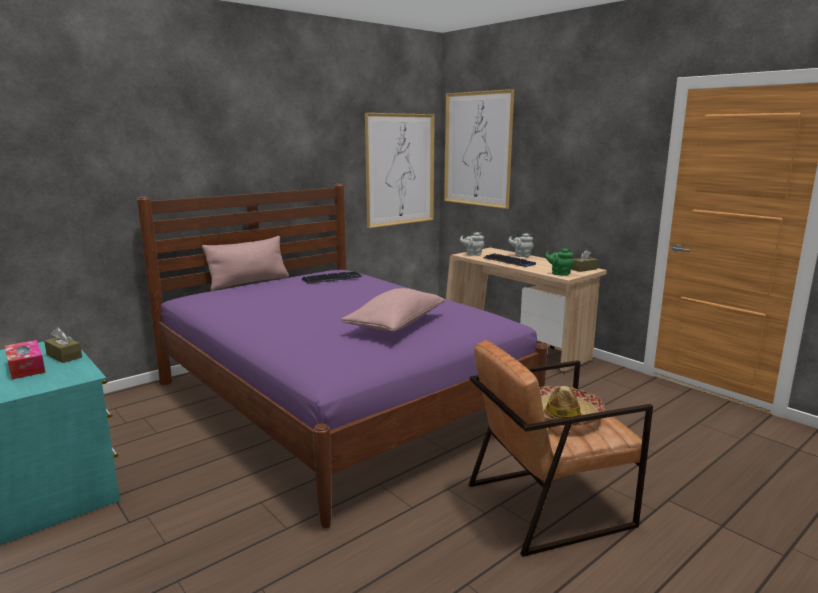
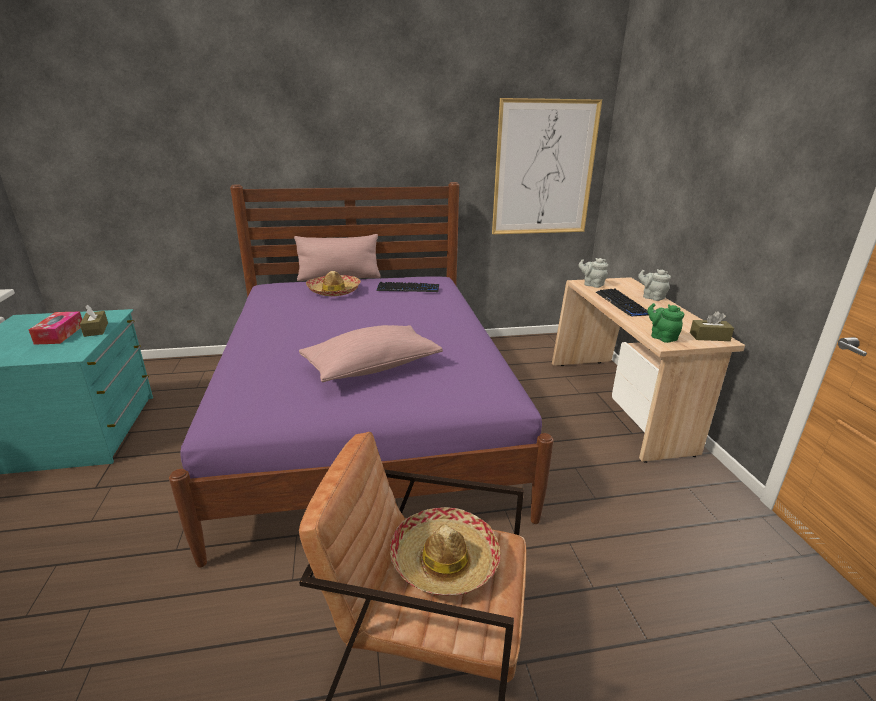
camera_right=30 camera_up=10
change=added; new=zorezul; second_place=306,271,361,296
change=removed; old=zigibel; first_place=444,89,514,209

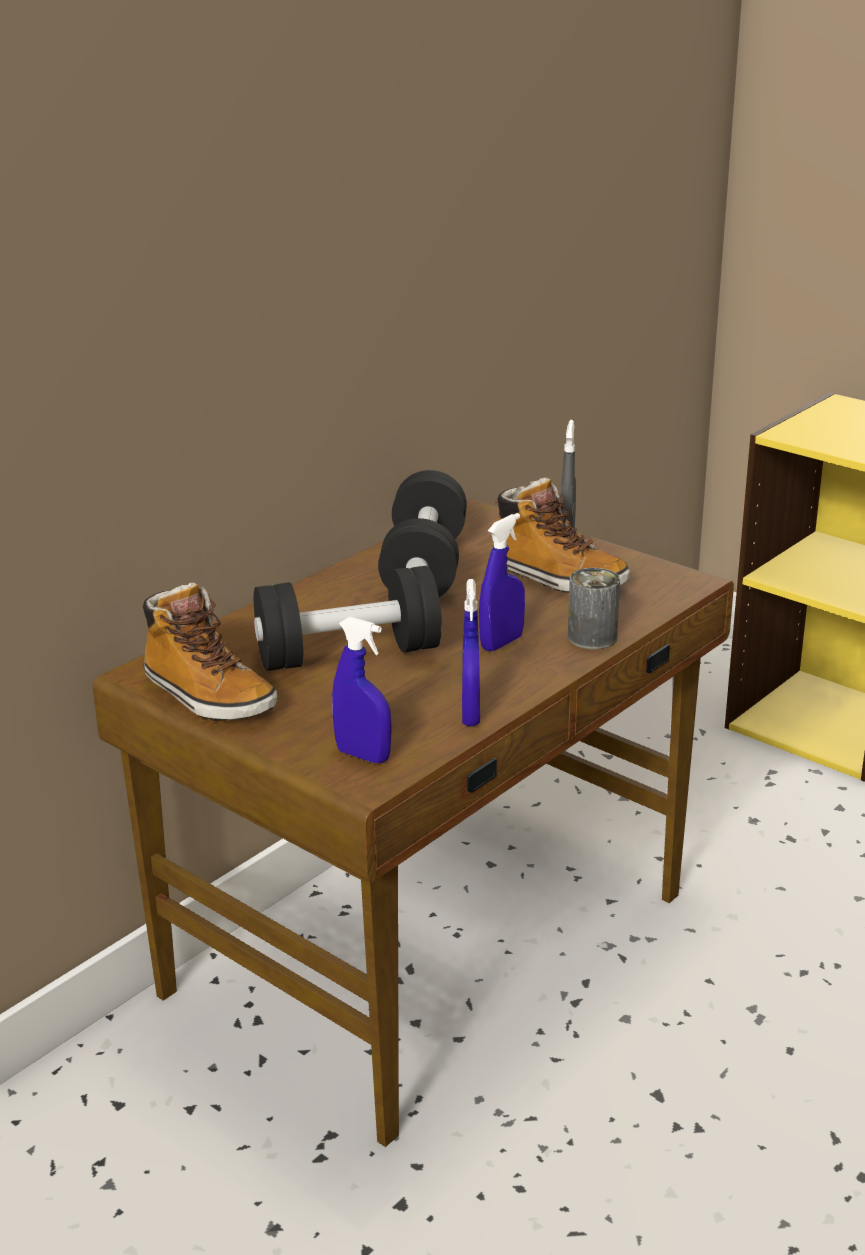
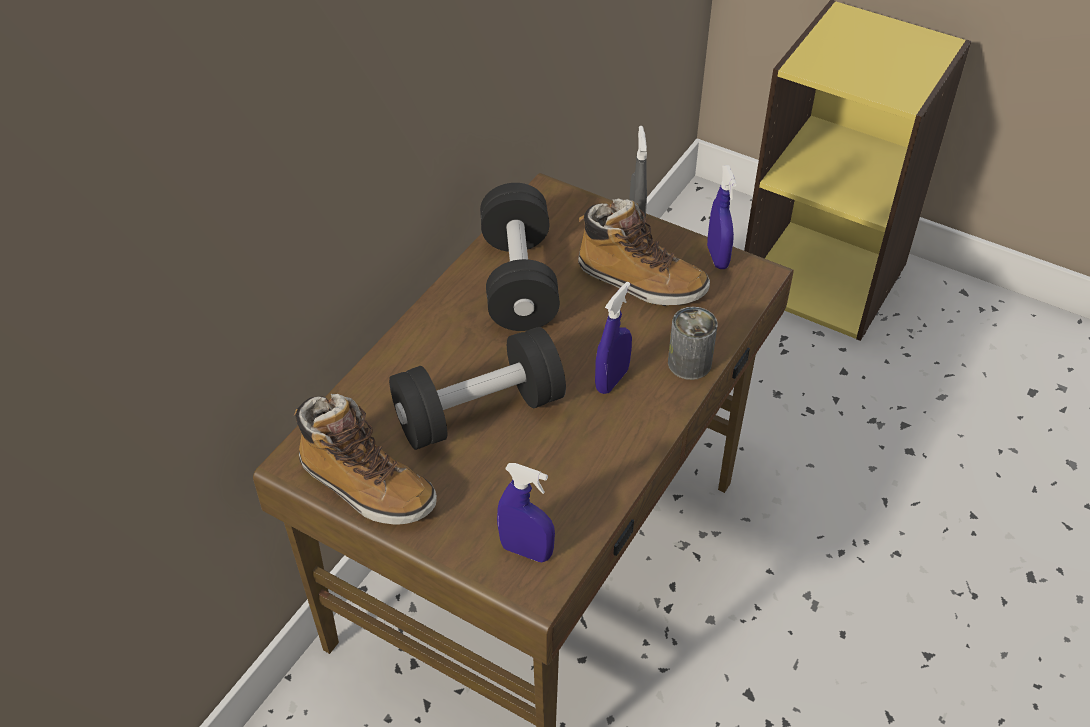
camera_right=-10 camera_up=20
change=moved; old=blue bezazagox; first_place=462,579,480,726; second_place=707,165,737,269

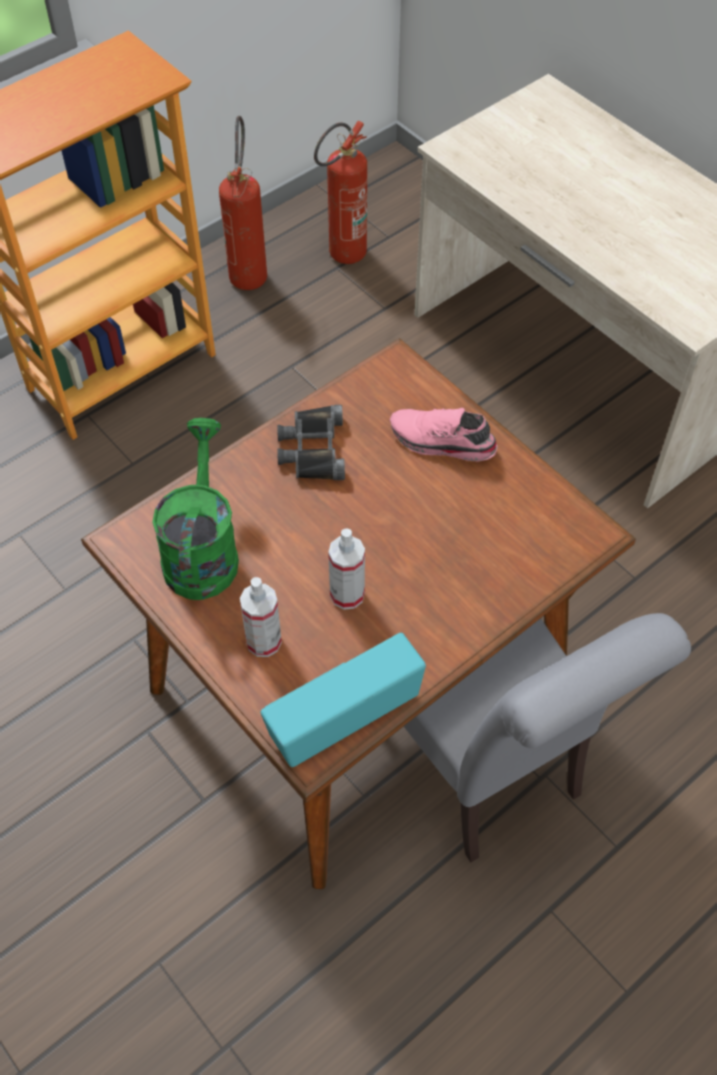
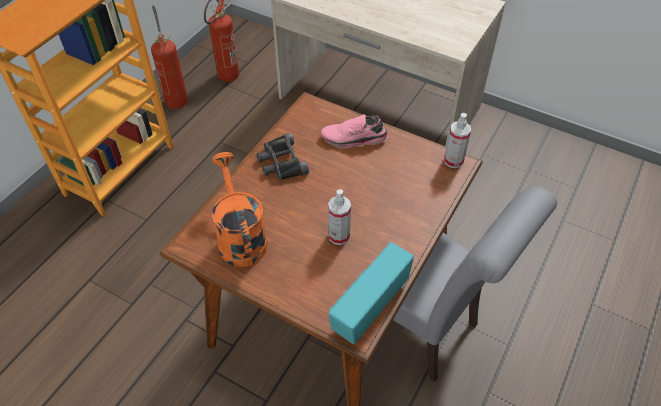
camera_right=-20 camera_up=-5
change=recoloured; old=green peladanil; new=orange peladanil; first_place=152,418,239,600; second_place=212,152,268,267
change=moved; old=bezazagox; first_place=240,577,282,657; second_place=444,113,471,168

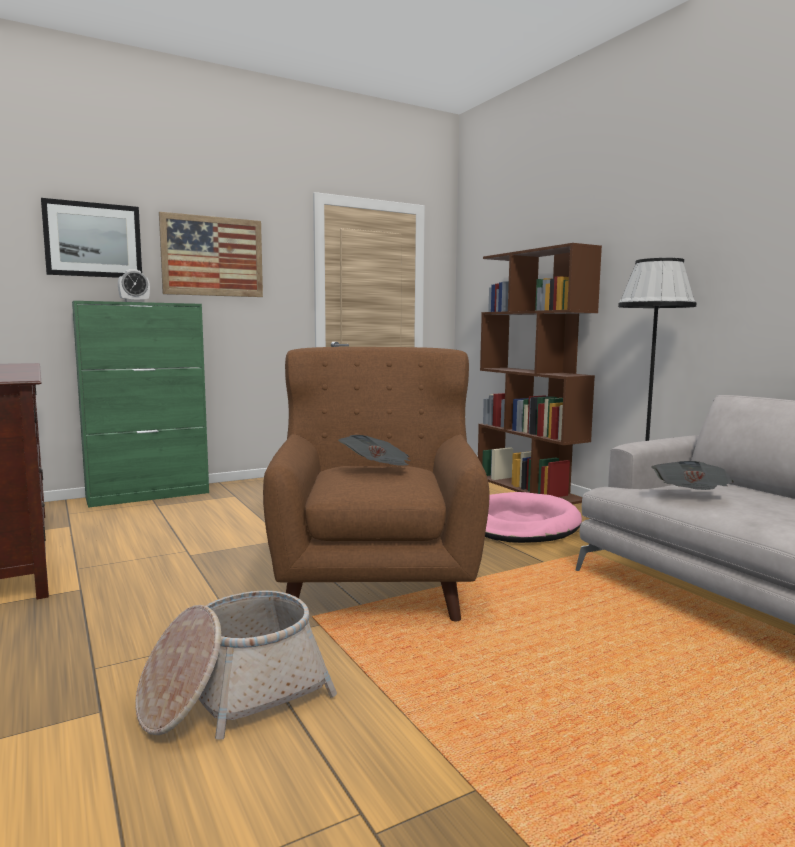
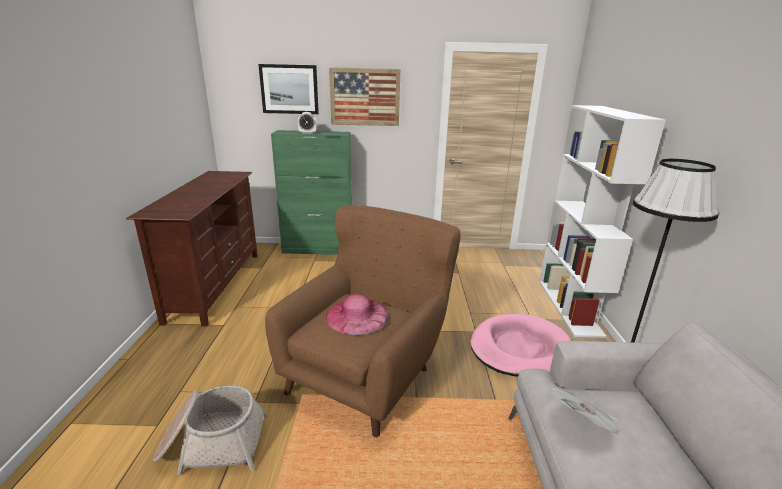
camera_right=30 camera_up=15
change=replaced; old=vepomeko; new=pink zorezul; first_place=339,435,410,466; second_place=326,294,389,335
change=recoloured; old=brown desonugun; new=white desonugun; first_place=478,243,602,504; second_place=539,105,666,338

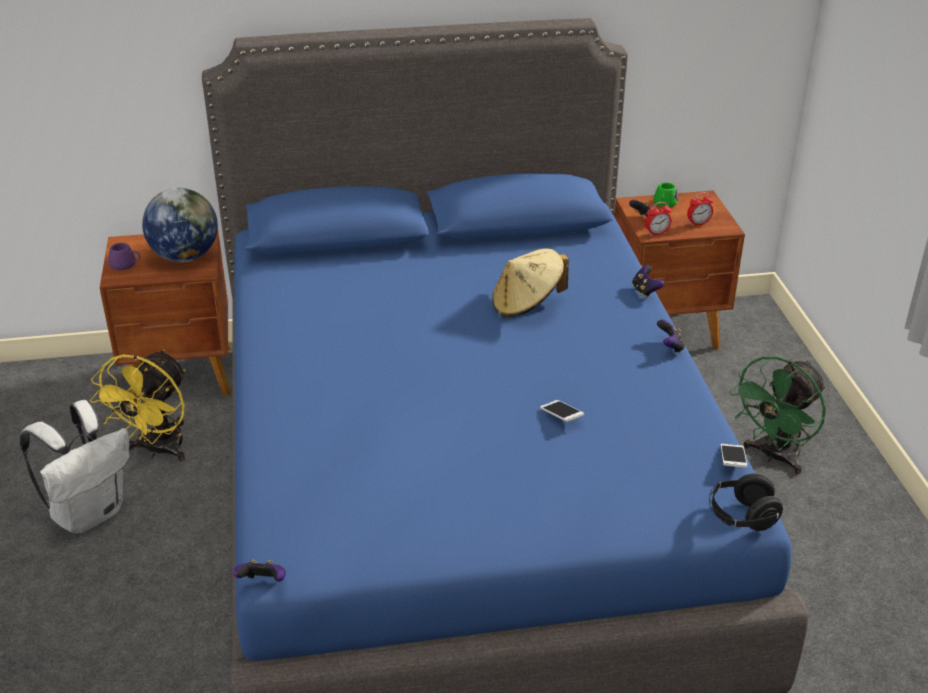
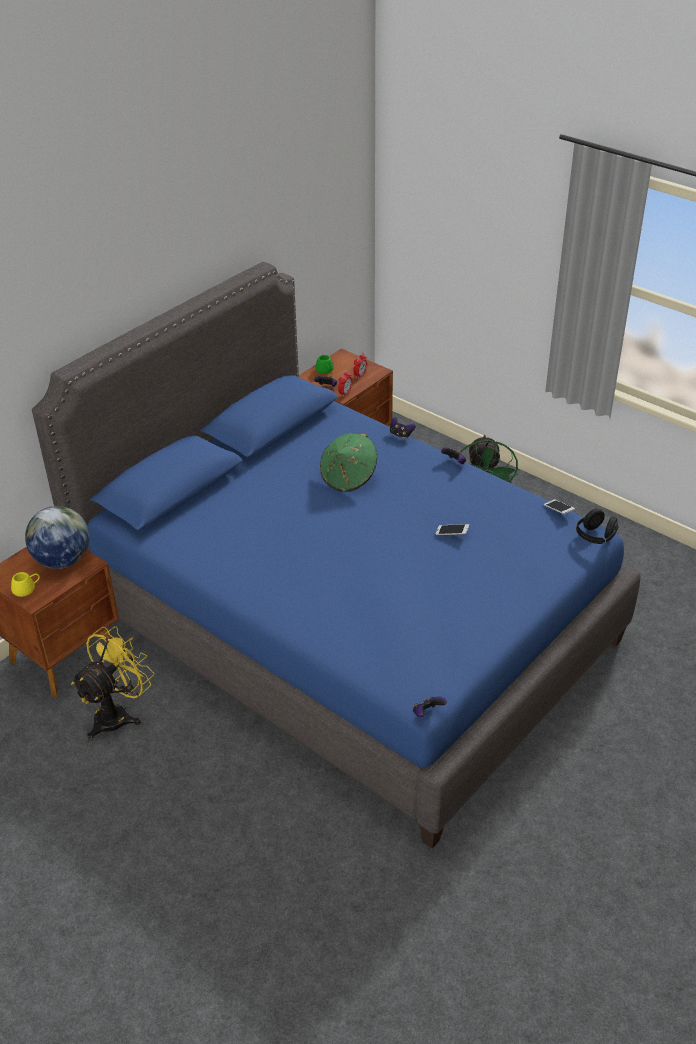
camera_right=-40 camera_up=5
change=recoloured; old=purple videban; new=yellow videban; first_place=108,243,140,270; second_place=11,572,40,597
change=turned; old=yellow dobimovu; first_place=90,349,186,461; second_place=71,626,154,740; degrees=-120
change=recoloured; old=beige zorezul; new=green zorezul; first_place=492,248,569,318; second_place=320,433,377,492
change=removed; old=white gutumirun; first_place=20,400,129,533

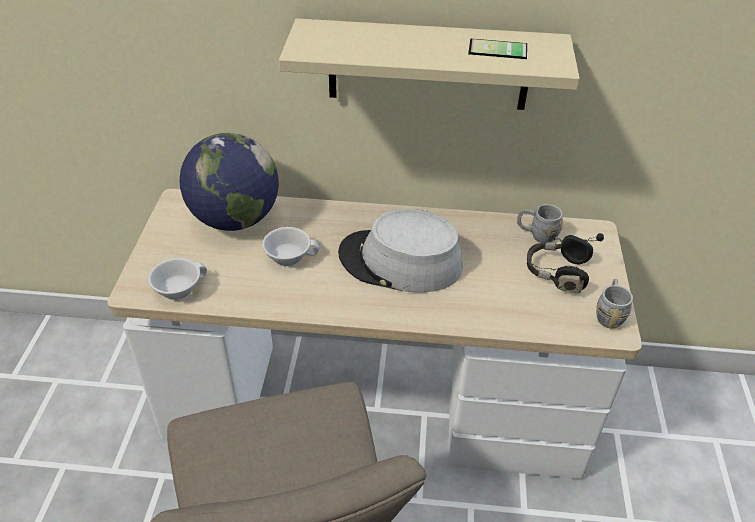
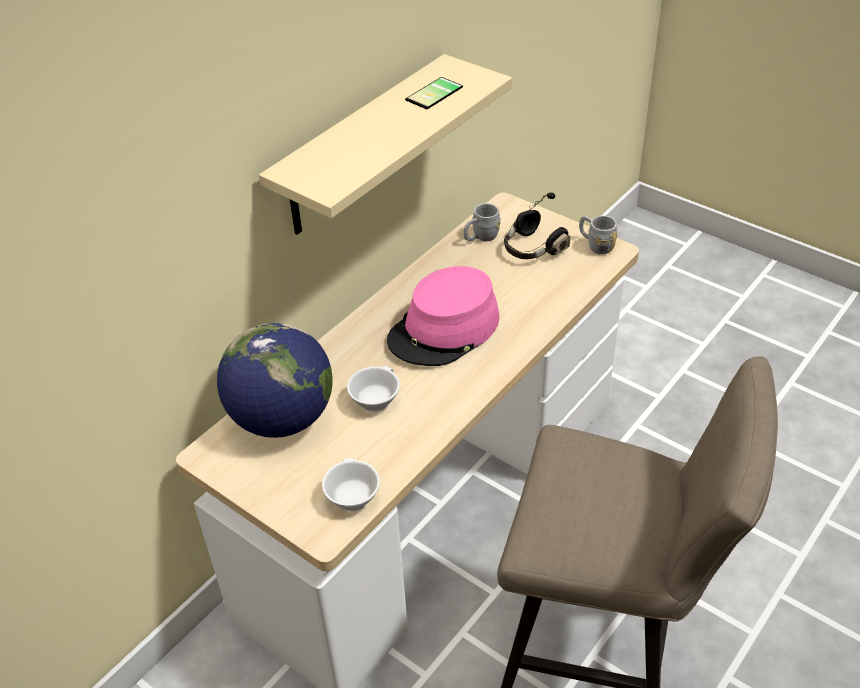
camera_right=-55 camera_up=0
change=recoloured; old=grey zorezul; new=pink zorezul; first_place=338,209,462,293; second_place=387,266,499,366

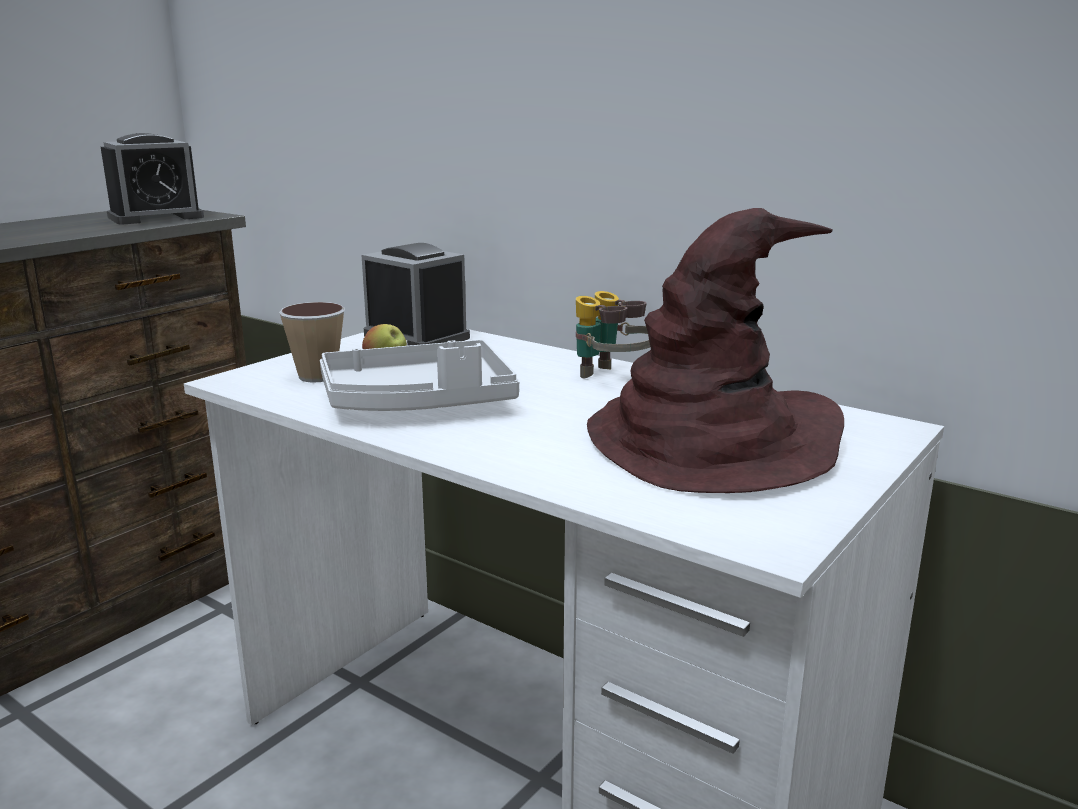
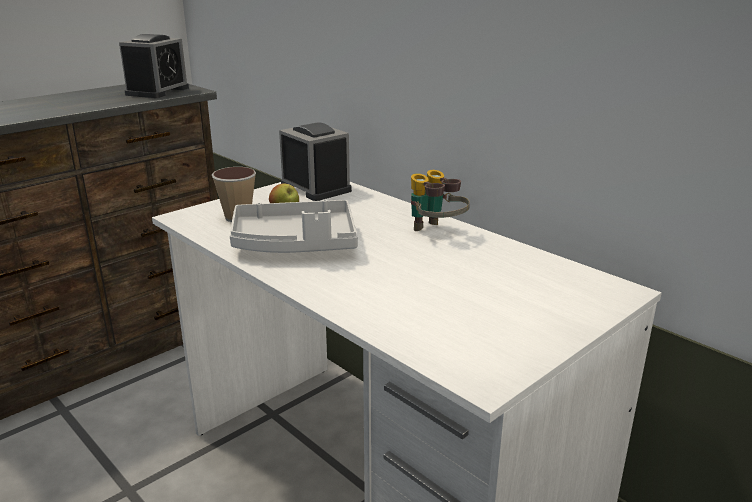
camera_right=10 camera_up=5
change=turned; old=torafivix; first_place=101,133,204,224; second_place=119,34,189,98; degrees=-45
change=removed; old=brown zorezul; first_place=587,208,844,493

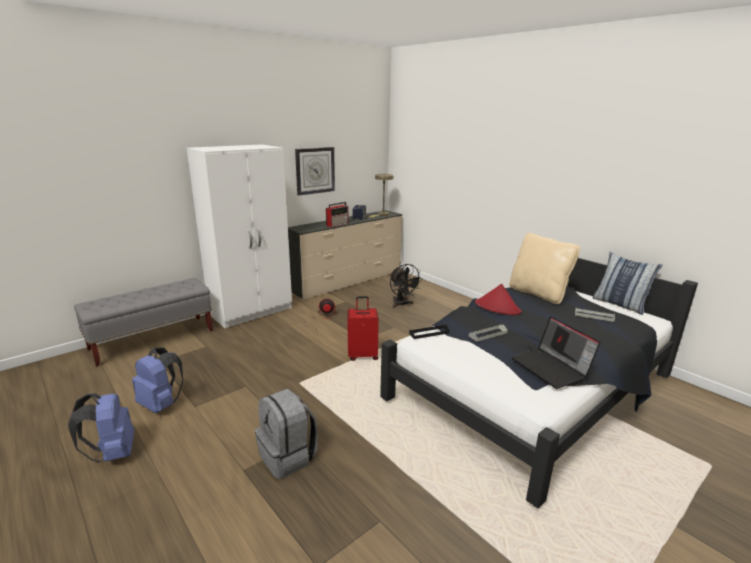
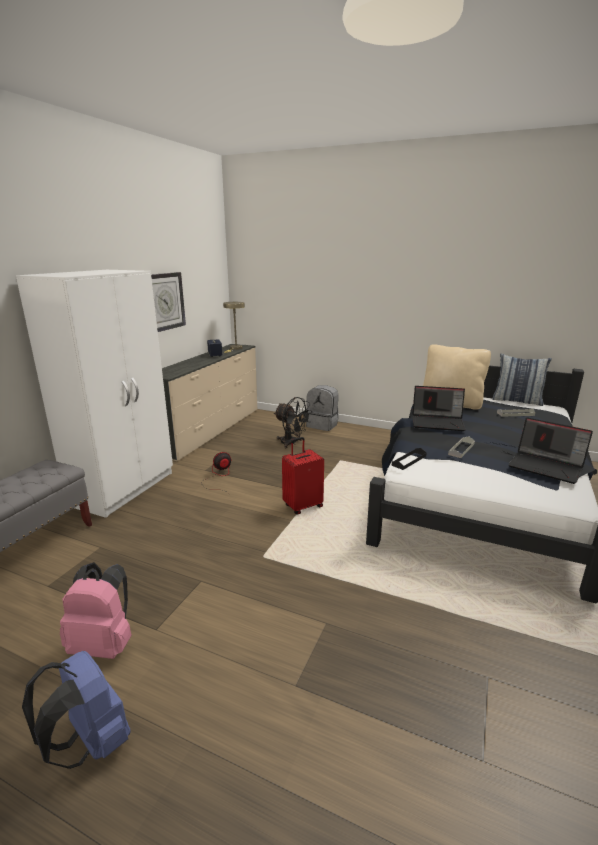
camera_right=-25 camera_up=0
change=recoloured; old=blue gutumirun; new=pink gutumirun; first_place=132,348,183,413; second_place=60,562,132,659
change=moved; old=grey gutumirun; first_place=255,389,318,479; second_place=306,385,339,431
change=replaced; old=red zorezul; new=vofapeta; first_place=475,284,521,315; second_place=412,386,466,431
change=removed; old=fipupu; first_place=326,202,348,227

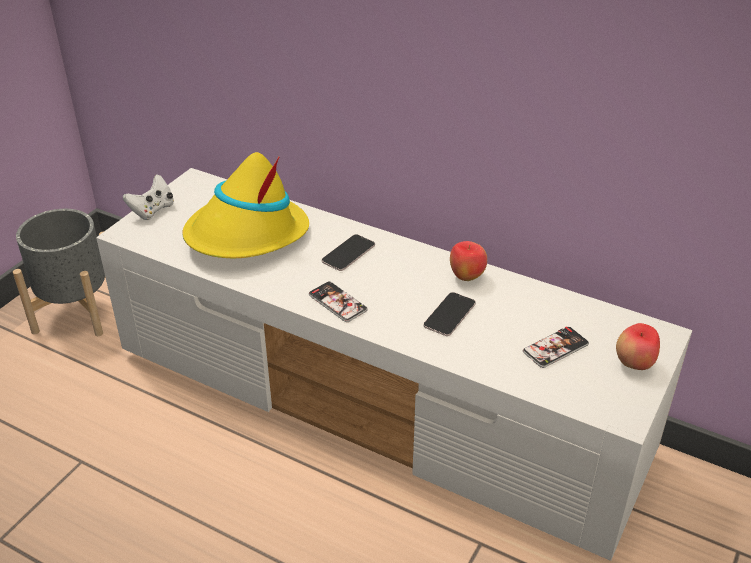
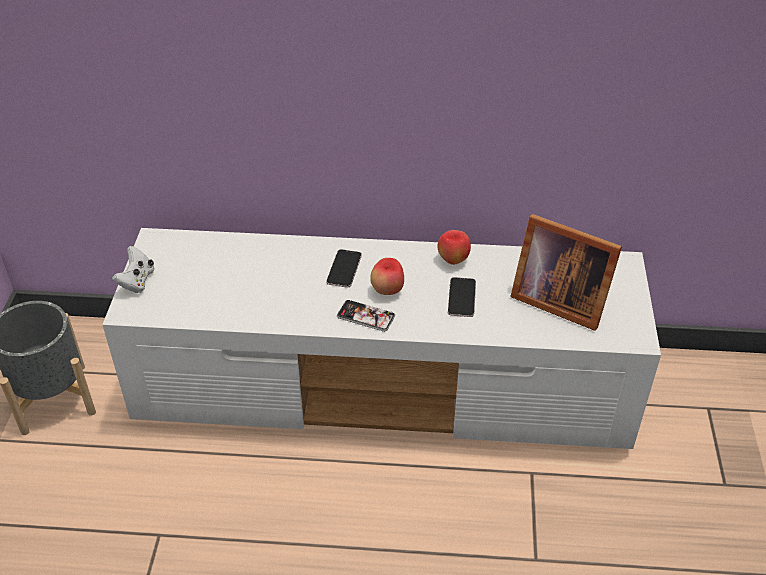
camera_right=-25 camera_up=5
change=moved; old=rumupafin; first_place=616,323,660,370; second_place=370,258,404,295
change=replaced; old=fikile; new=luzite; first_place=523,326,589,368; second_place=510,214,622,331
change=removed; old=yellow zorezul; first_place=182,152,309,258

